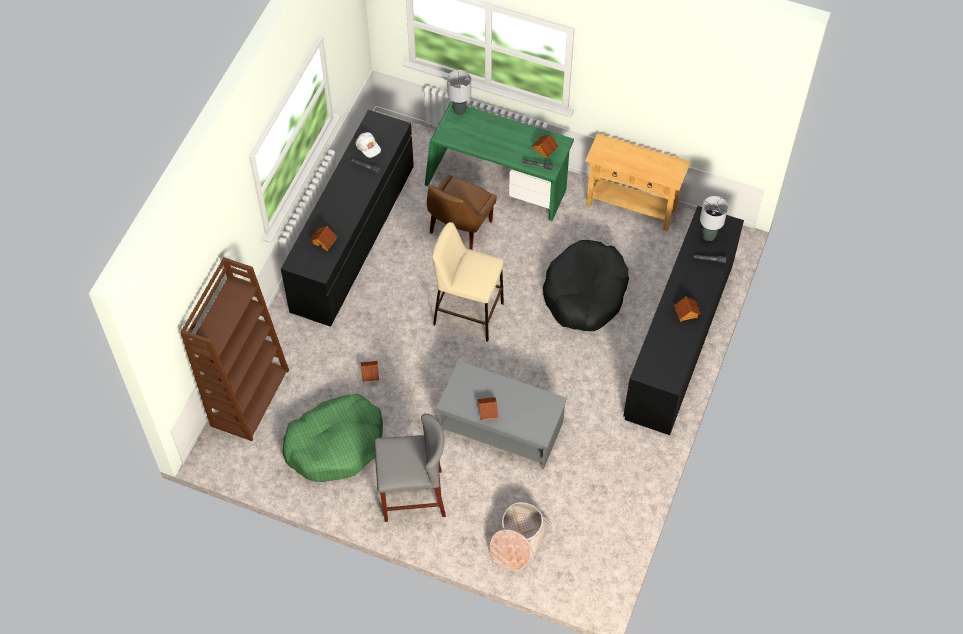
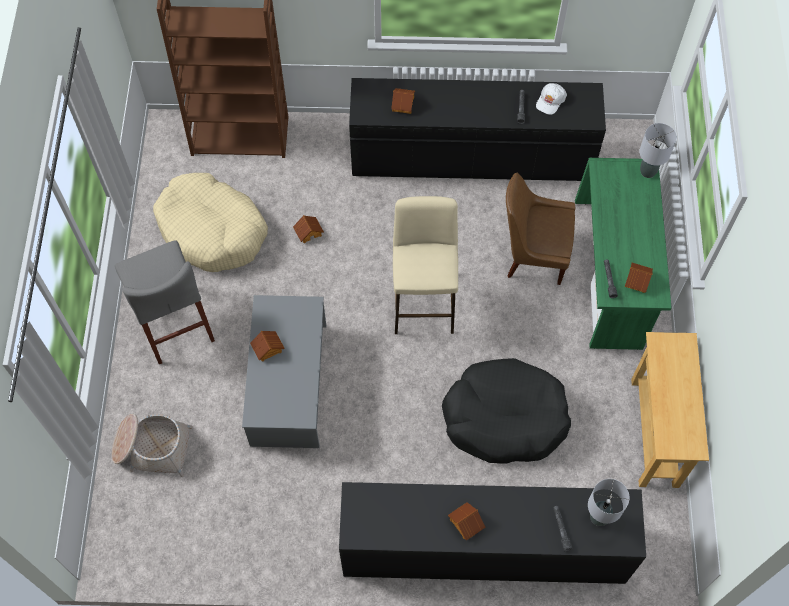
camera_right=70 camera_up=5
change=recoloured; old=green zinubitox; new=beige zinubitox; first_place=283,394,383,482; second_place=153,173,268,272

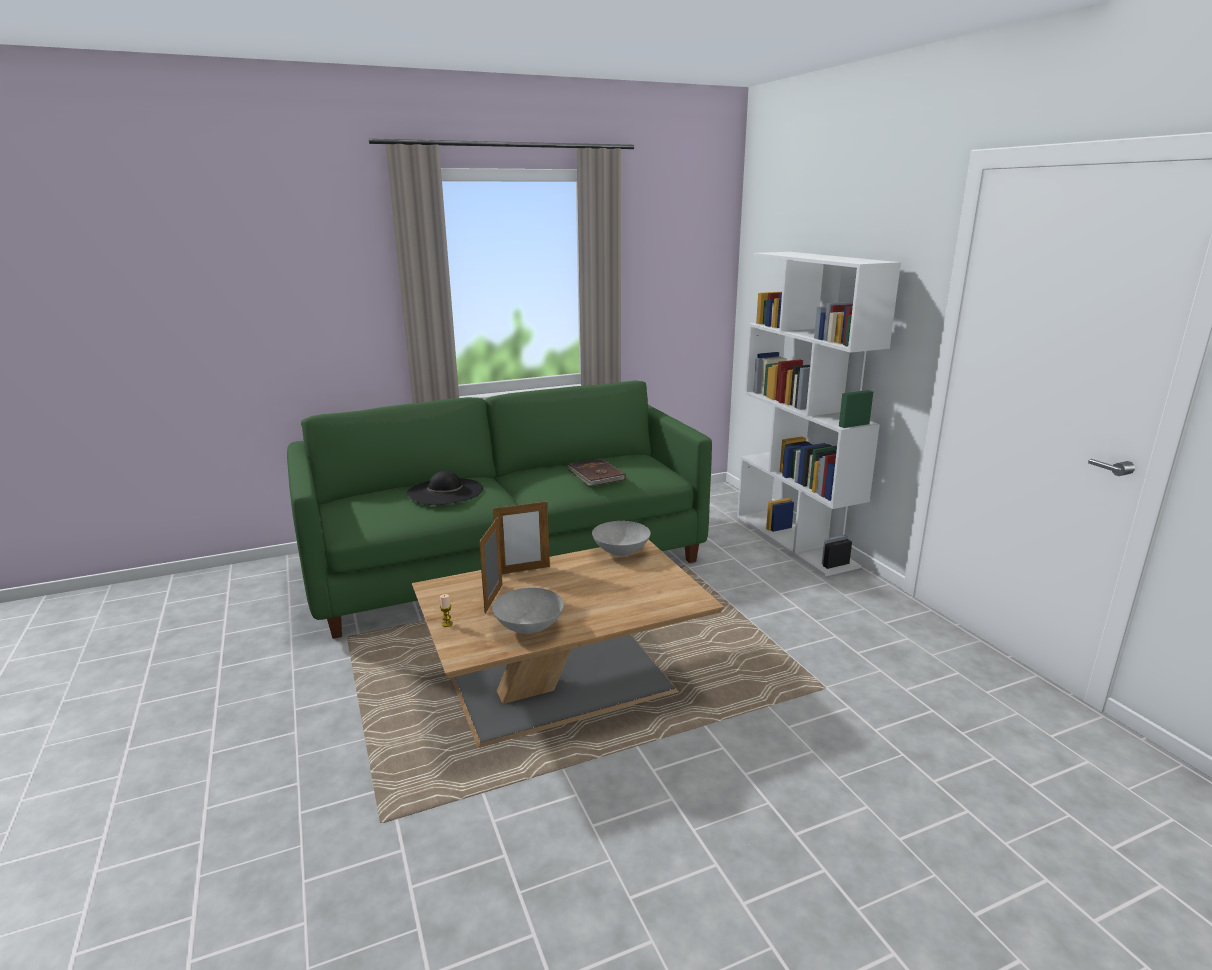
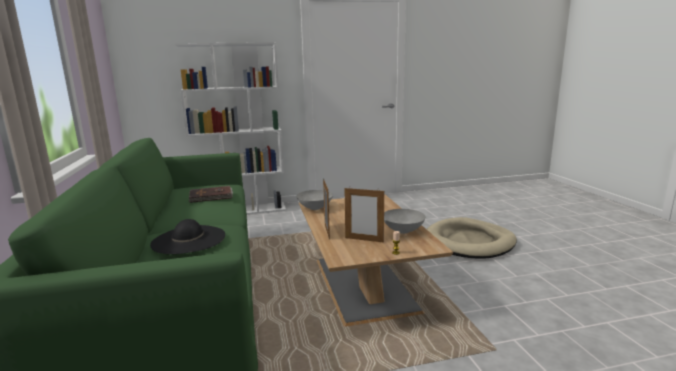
camera_right=-80 camera_up=-5
change=added; new=beige zinubitox; second_place=427,217,517,259

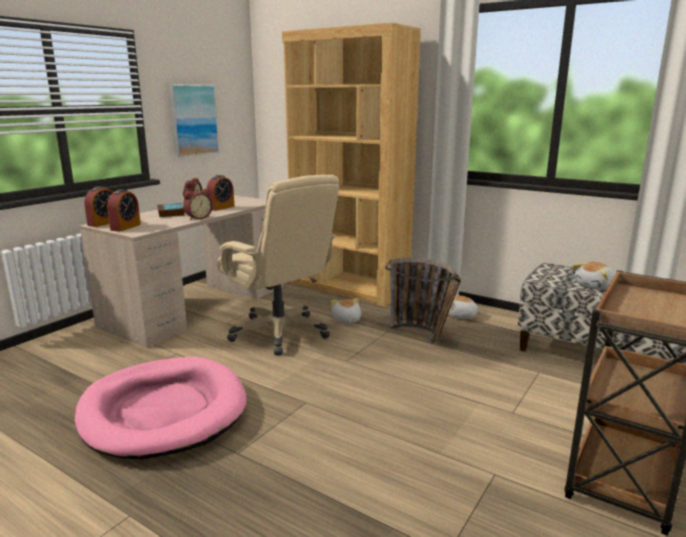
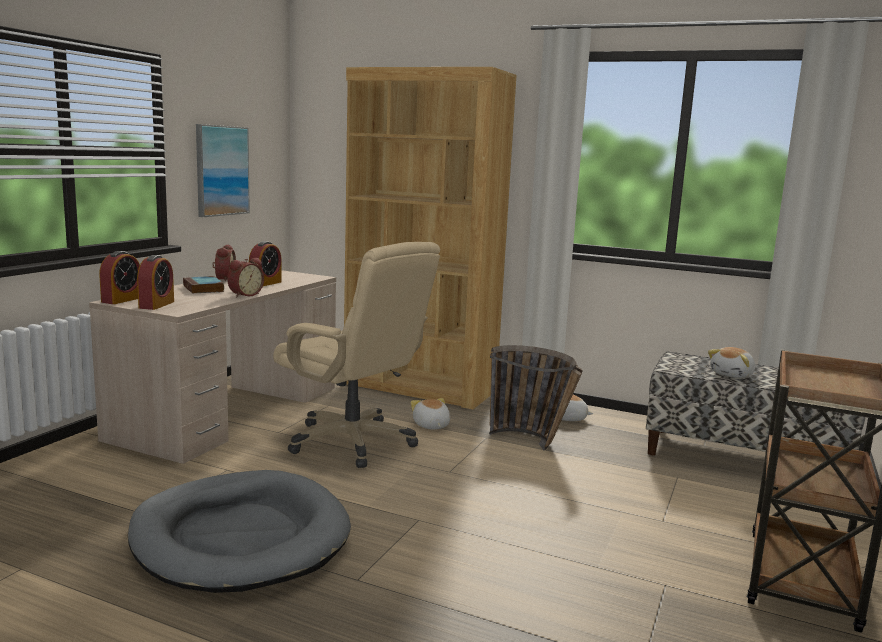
camera_right=-10 camera_up=-5
change=recoloured; old=pink zinubitox; new=grey zinubitox; first_place=75,357,247,459; second_place=128,470,351,593

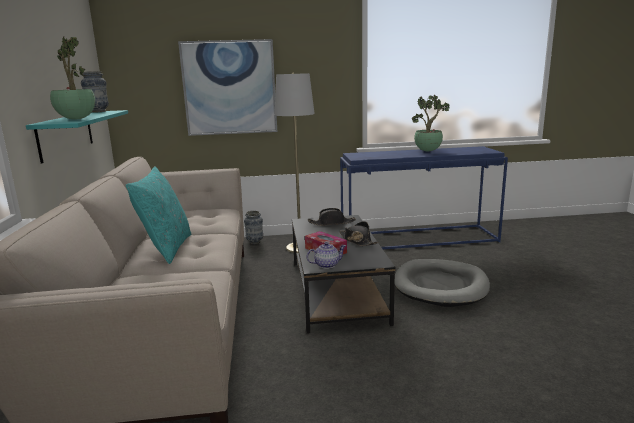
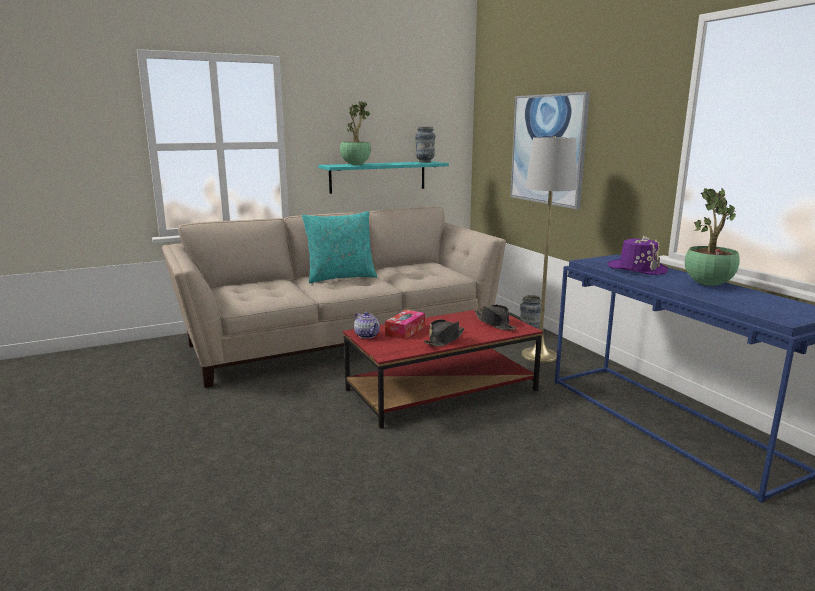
camera_right=70 camera_up=0
change=recoloured; old=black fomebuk; new=red fomebuk; first_place=292,215,395,334; second_place=343,308,543,429
change=added; new=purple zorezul; second_place=607,236,668,275
change=removed; old=grey zinubitox; first_place=395,259,490,307

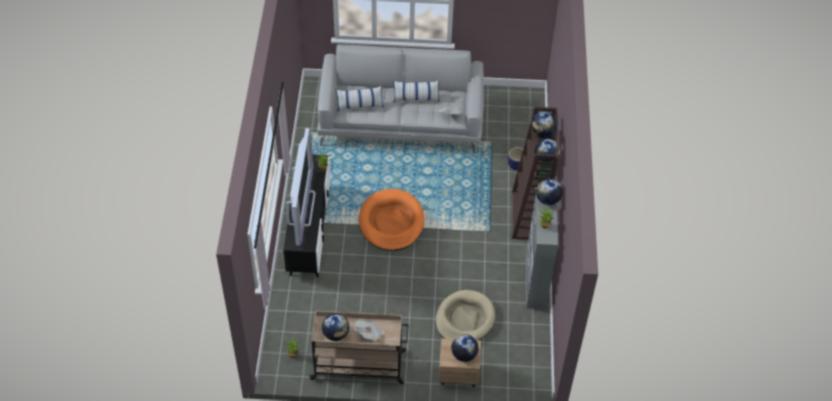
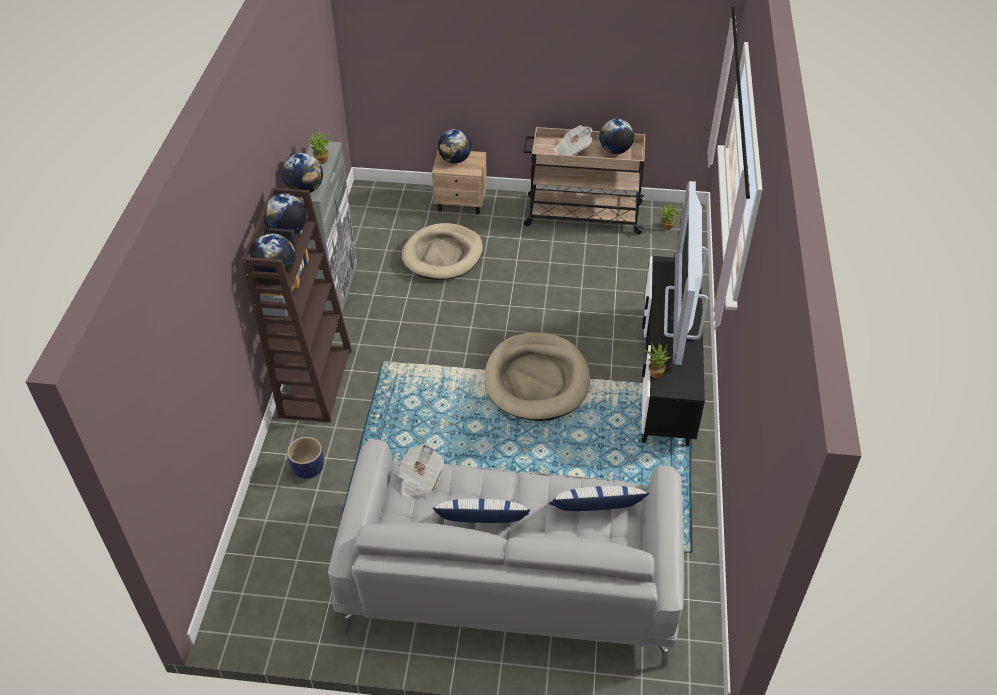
camera_right=-175 camera_up=-5
change=recoloured; old=orange zinubitox; new=beige zinubitox; first_place=359,189,424,251; second_place=484,333,590,421

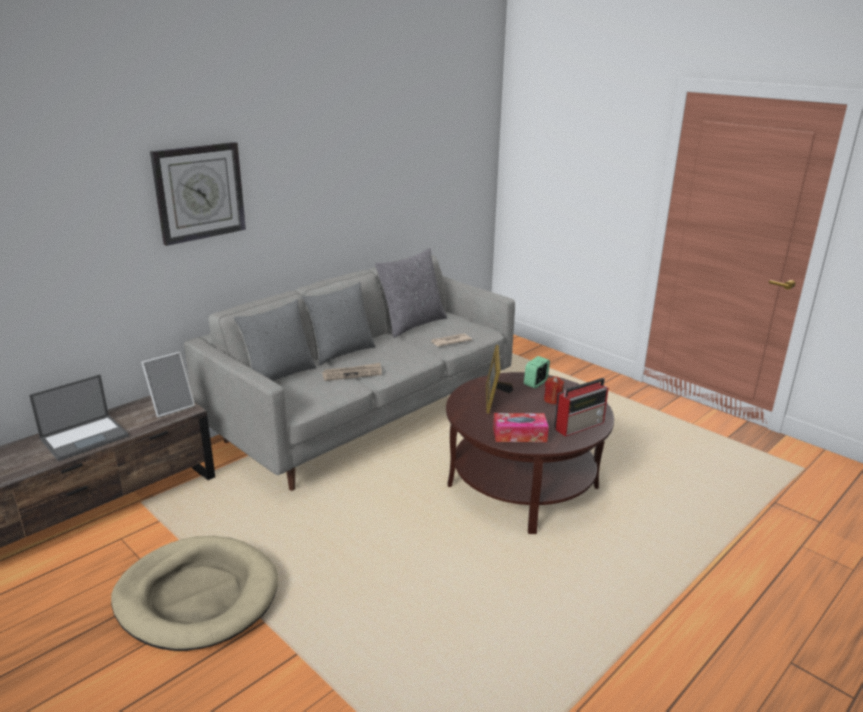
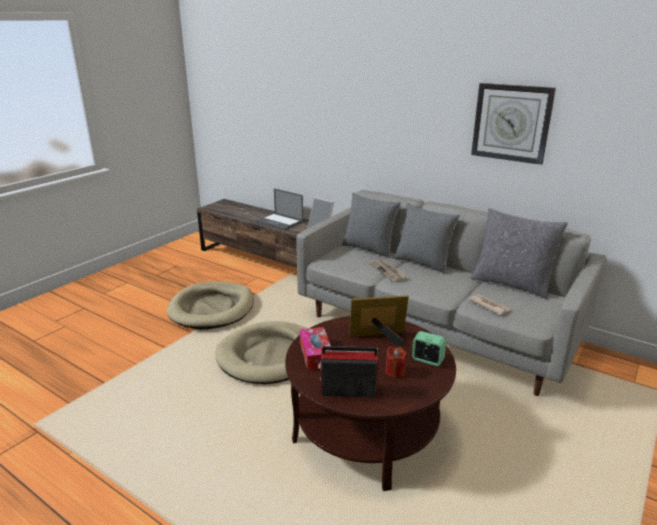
camera_right=80 camera_up=0
change=added; new=beige zinubitox; second_place=215,321,307,384
change=turned; old=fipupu; first_place=554,378,608,437; second_place=318,346,378,398; degrees=135
change=moved; old=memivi; first_place=150,142,246,246; second_place=471,83,556,165

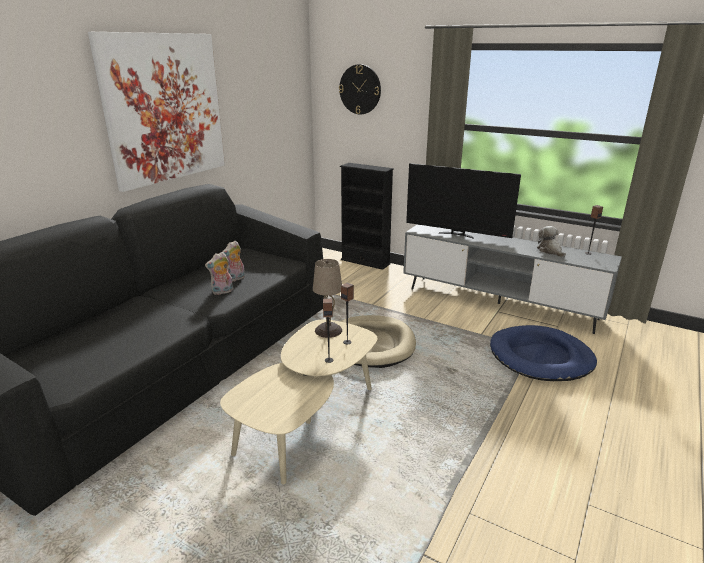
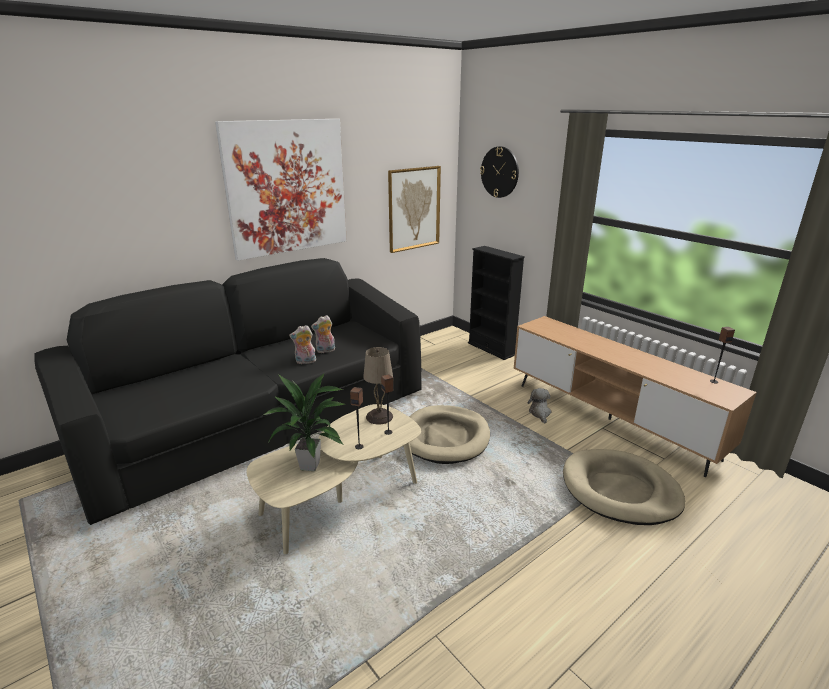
camera_right=20 camera_up=0
change=added; new=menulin; second_place=263,373,345,471
change=added; new=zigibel; second_place=388,166,441,253
change=recoloured; old=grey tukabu; new=brown tukabu; first_place=403,224,622,334; second_place=514,316,757,477
change=moved; old=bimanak; first_place=537,226,566,257; second_place=528,388,551,424
change=recoloured; old=blue zinubitox; new=beige zinubitox; first_place=490,325,597,381; second_place=563,449,685,525
change=removed; old=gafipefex; first_place=406,163,521,239

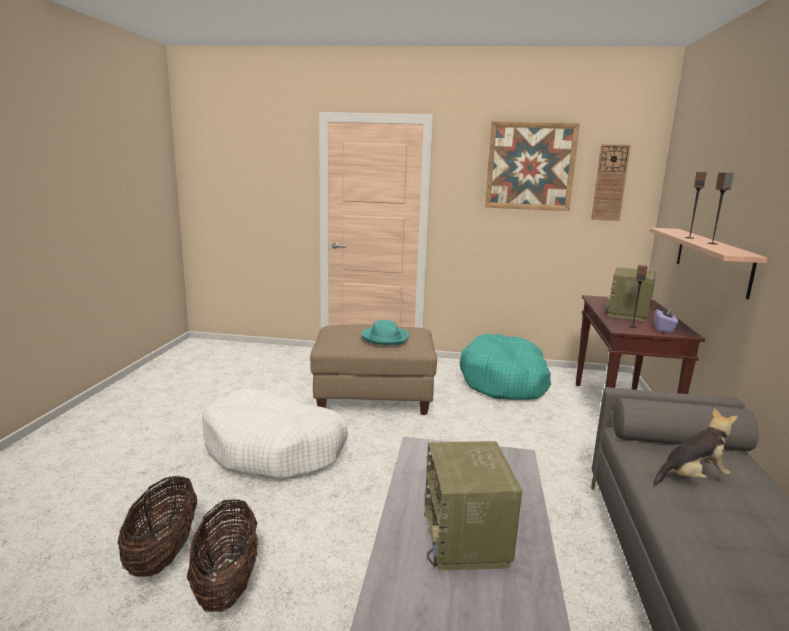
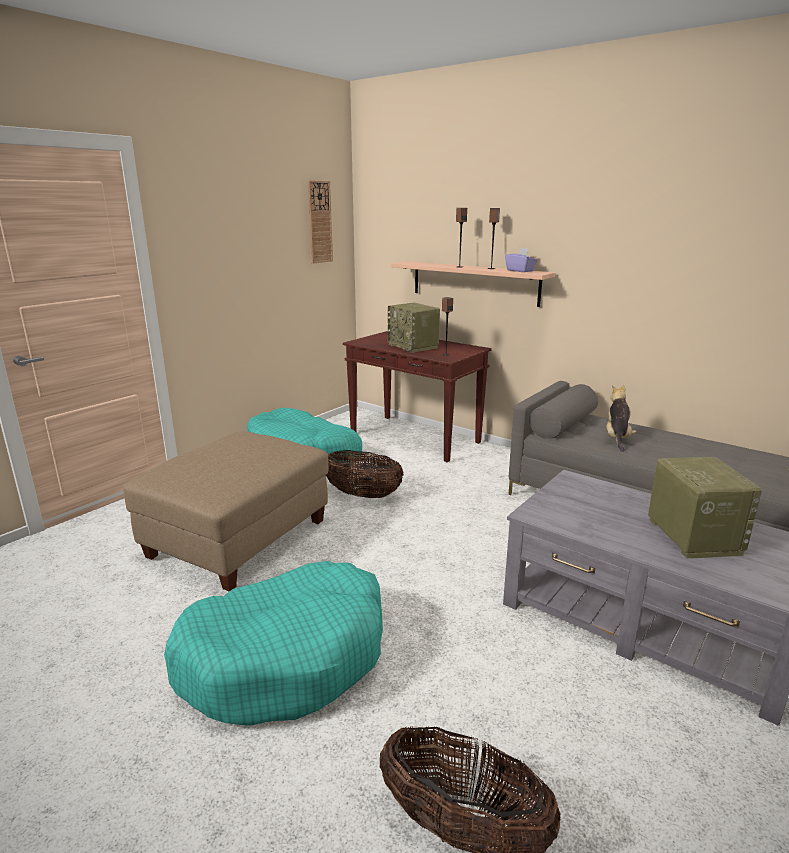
camera_right=-60 camera_up=5
change=recoloured; old=white zinubitox; new=turquoise zinubitox; first_place=202,389,348,480; second_place=164,561,383,726
change=moved; old=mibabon; first_place=187,499,258,612; second_place=326,450,404,498
change=moved; old=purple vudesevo; first_place=655,307,678,333; second_place=505,248,537,272
change=turned; old=fipupu; first_place=424,441,522,571; second_place=648,457,762,559; degrees=-120
change=removed; old=turquoise zorezul; first_place=361,320,409,345
change=removed; old=zigibel; first_place=485,121,580,211

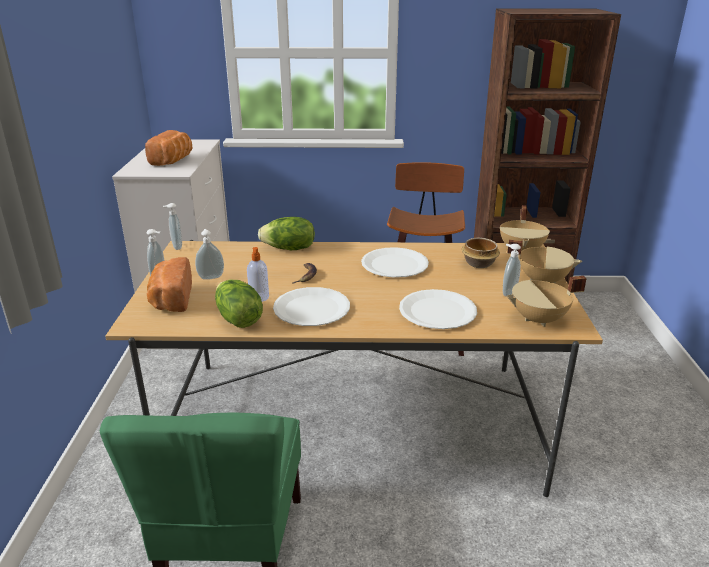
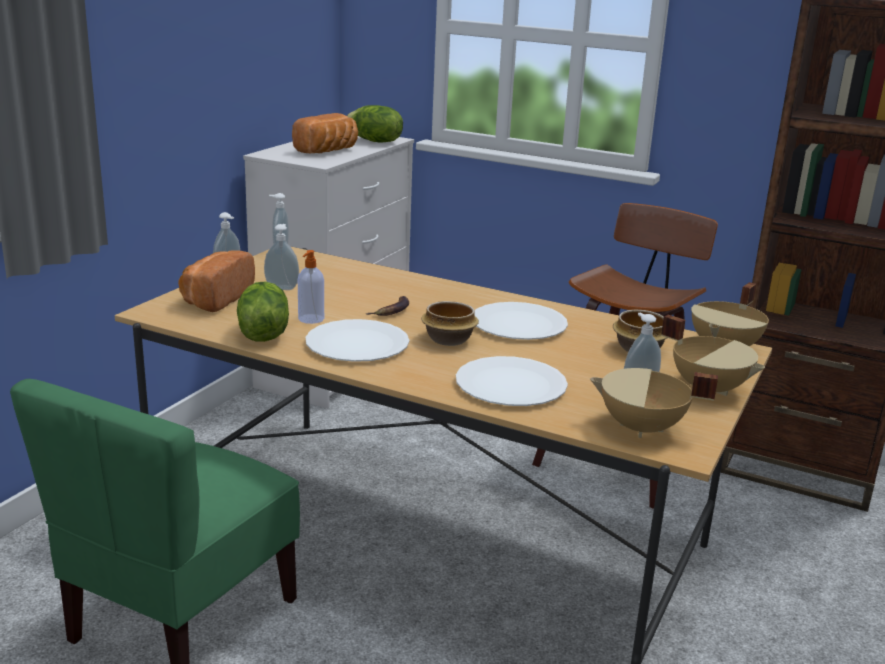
camera_right=25 camera_up=-5
change=moved; old=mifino; first_place=258,217,315,250; second_place=347,105,403,143
change=added; new=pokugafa; second_place=421,301,479,346

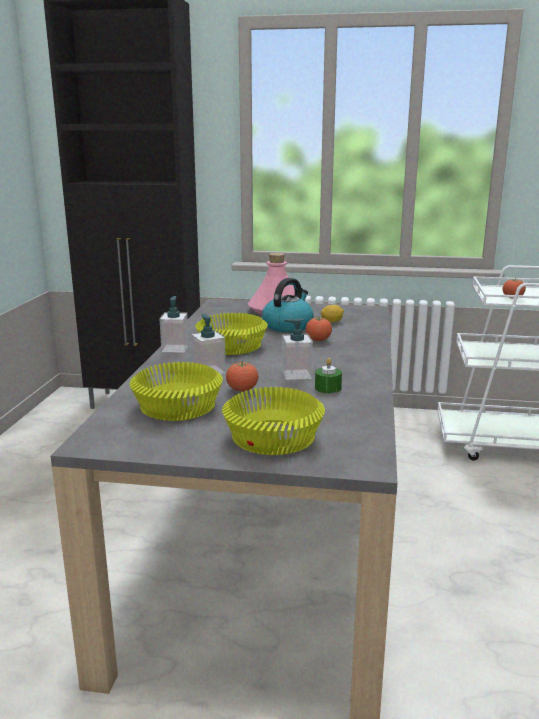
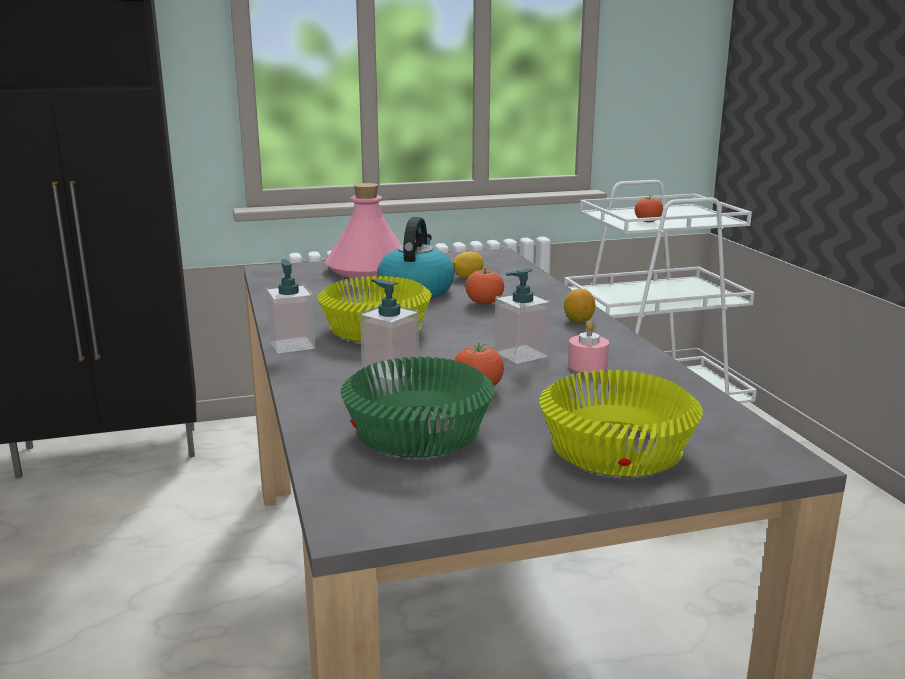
camera_right=-25 camera_up=0
change=recoloured; old=yellow pokugafa; new=green pokugafa; first_place=130,362,223,421; second_place=340,357,495,457
change=added; new=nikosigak; second_place=564,289,595,322
change=recoloured; old=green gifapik; new=pink gifapik; first_place=315,358,342,393; second_place=568,321,609,373

